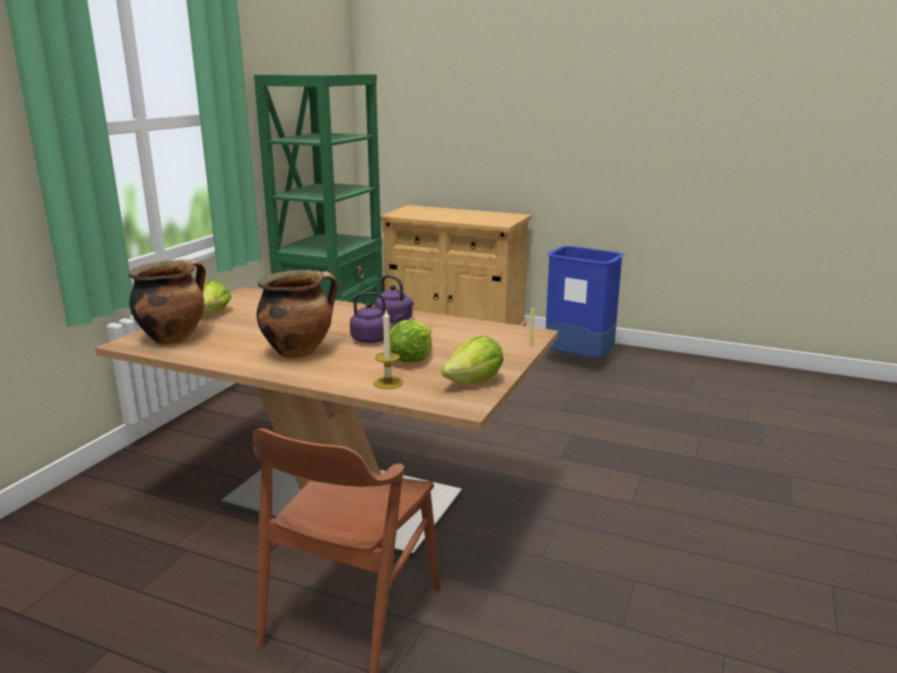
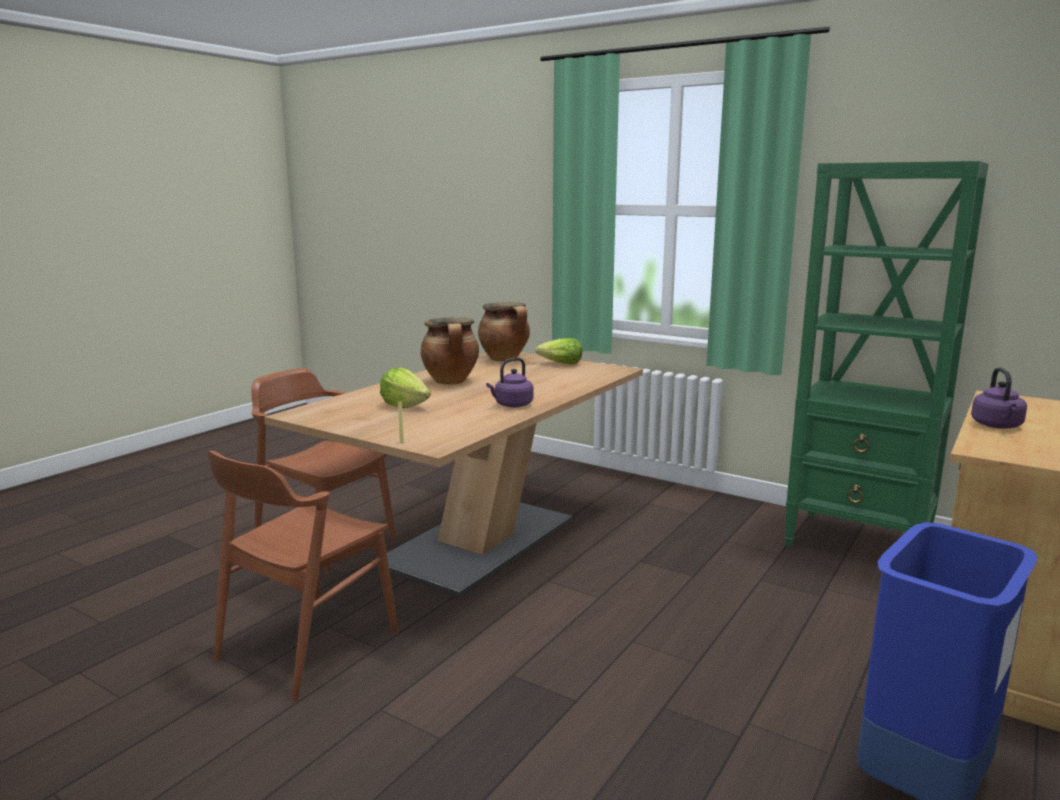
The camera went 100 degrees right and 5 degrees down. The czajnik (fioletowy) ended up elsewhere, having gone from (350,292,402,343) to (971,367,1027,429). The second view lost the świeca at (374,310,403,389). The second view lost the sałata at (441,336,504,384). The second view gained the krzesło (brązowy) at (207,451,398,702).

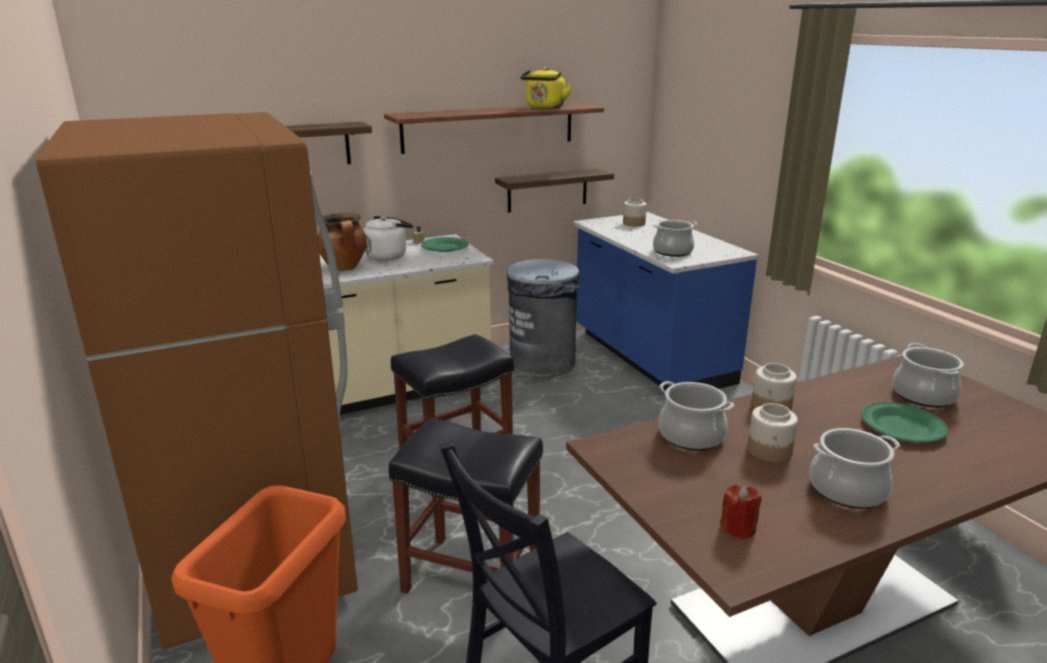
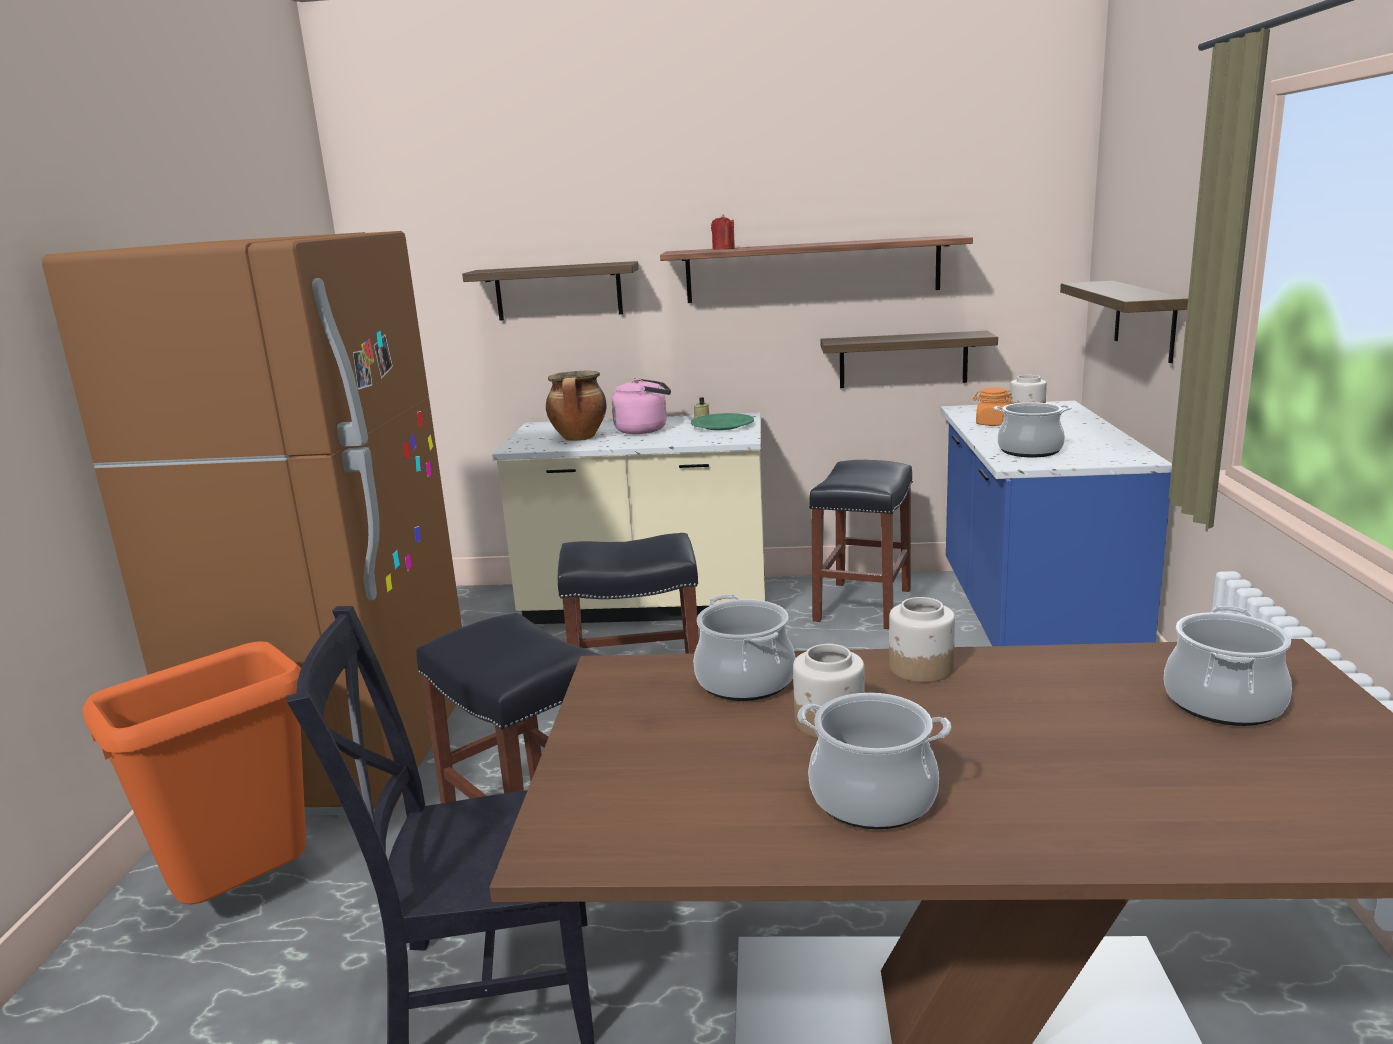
The camera went 30 degrees right and 5 degrees down. The second view lost the czajnik (żółty) at (520,67,572,109). What was the czajnik (biały) at (363,216,413,261) turned into the czajnik (różowy) at (612,378,671,434). Where the kosz na śmieci (szary) stood at (506,259,580,378), the stołek (czarny) came to stand at (809,460,913,629). The second view lost the talerz (zielony) at (862,402,948,443). The świeca (czerwony) ended up elsewhere, having gone from (720,485,762,539) to (711,214,735,250). The second view gained the półka at (1060,281,1188,363). The second view gained the słoik (pomarańczowy) at (973,387,1012,426).

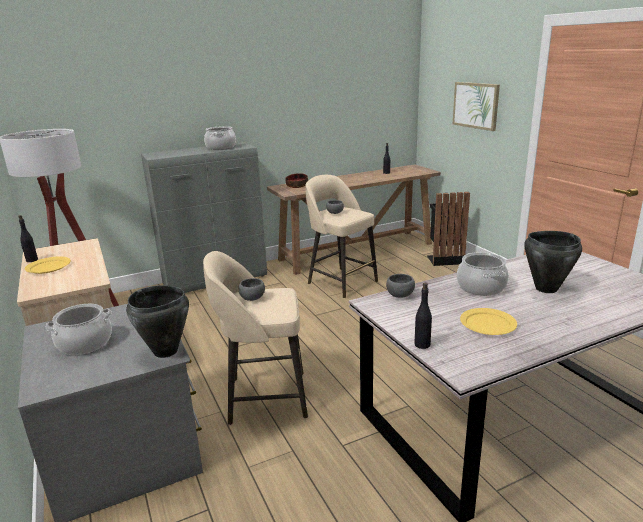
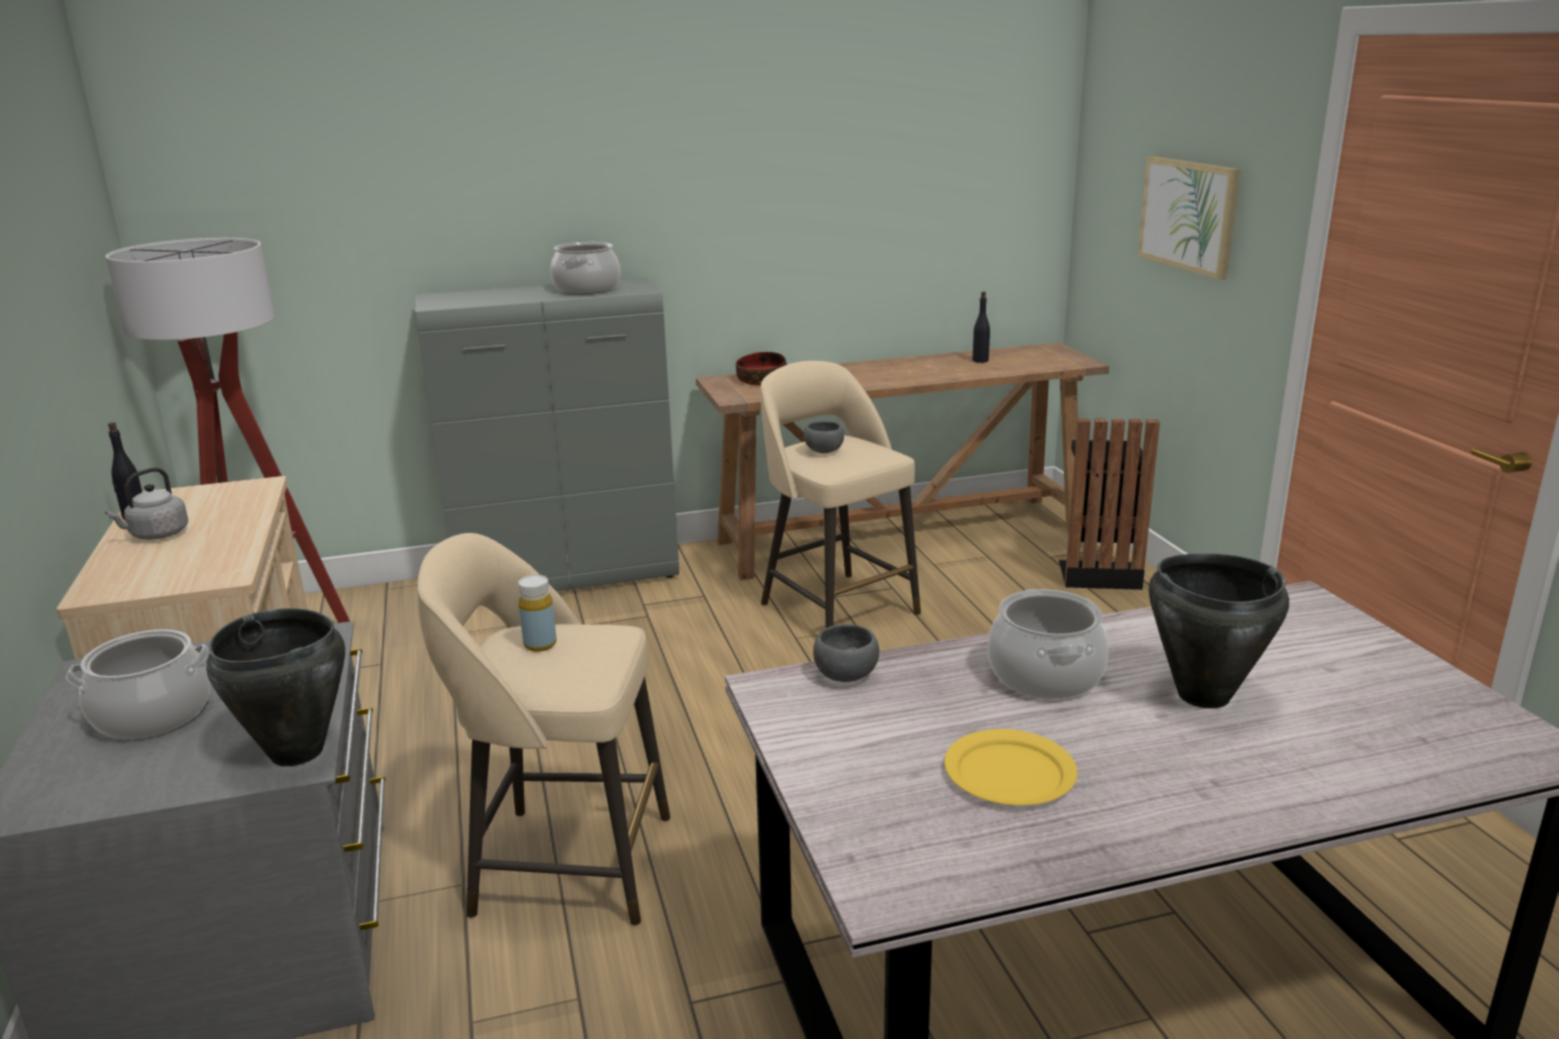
The camera went 10 degrees right and 0 degrees up. Where the talerz (żółty) stood at (25,257,71,274), the czajnik (szary) came to stand at (105,468,188,540). Where the miska (szary) stood at (239,278,265,301), the butelka (żółty) came to stand at (518,575,557,652). The second view lost the butelka (czarny) at (414,283,432,349).

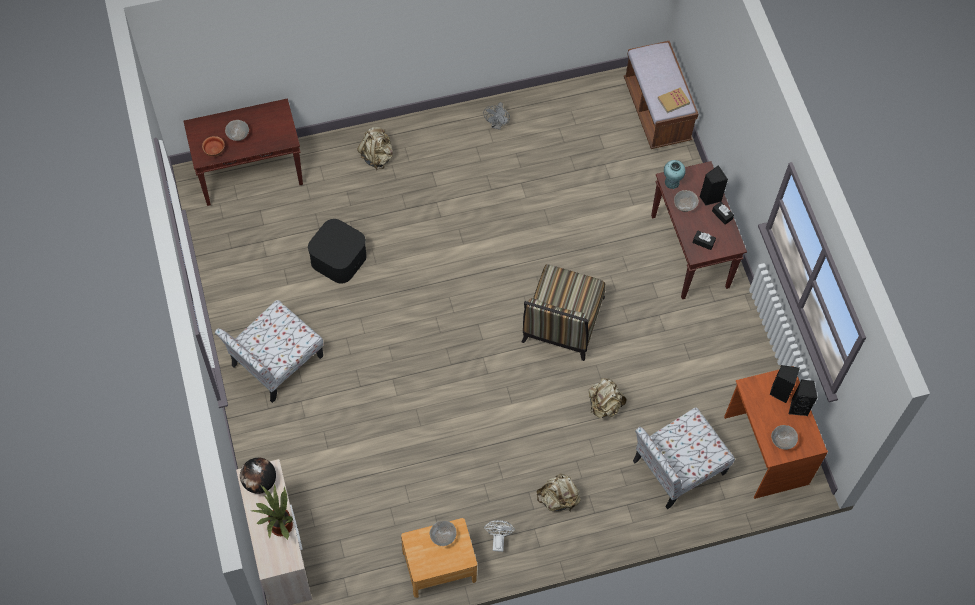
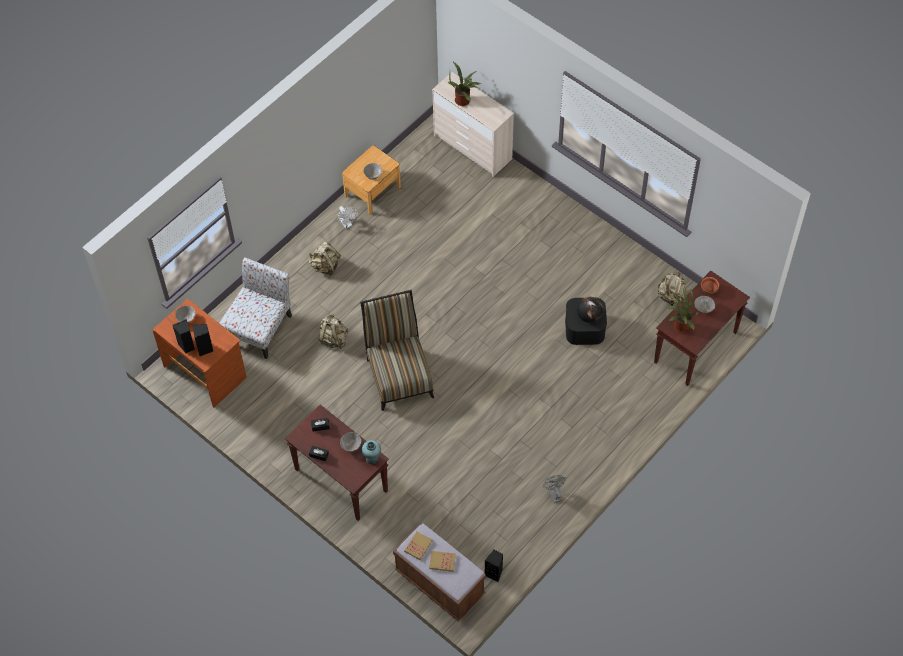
The camera went 150 degrees right and 5 degrees down. The plecak (beżowy) ended up elsewhere, having gone from (357,127,393,170) to (658,272,686,306). The głośnik (czarny) ended up elsewhere, having gone from (700,165,728,206) to (485,550,503,582). The second view lost the krzesło at (215,300,324,403). The globus ended up elsewhere, having gone from (240,458,276,494) to (577,297,603,323). The second view gained the roślina doniczkowa at (667,288,699,333). The second view gained the książka at (429,551,456,572).

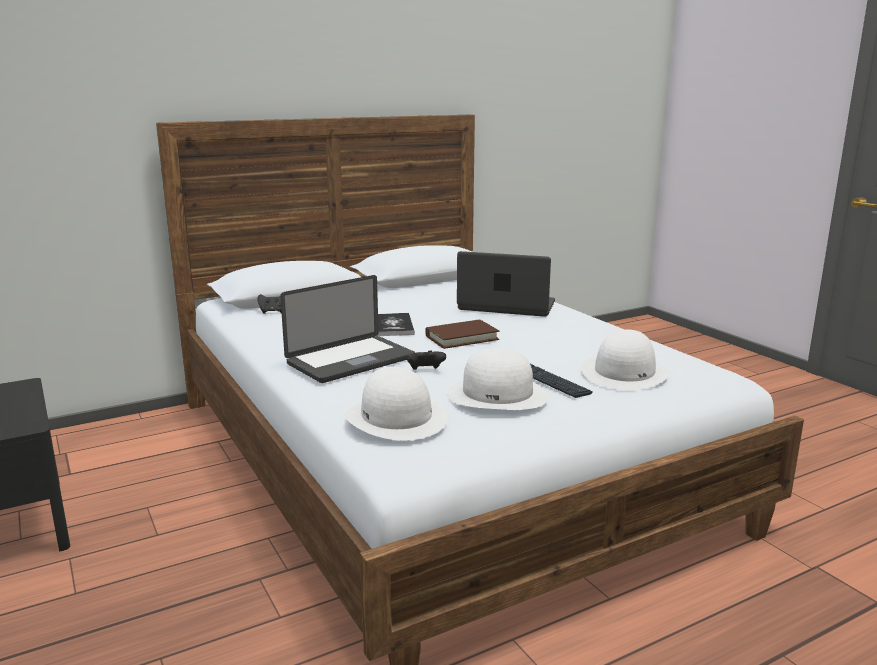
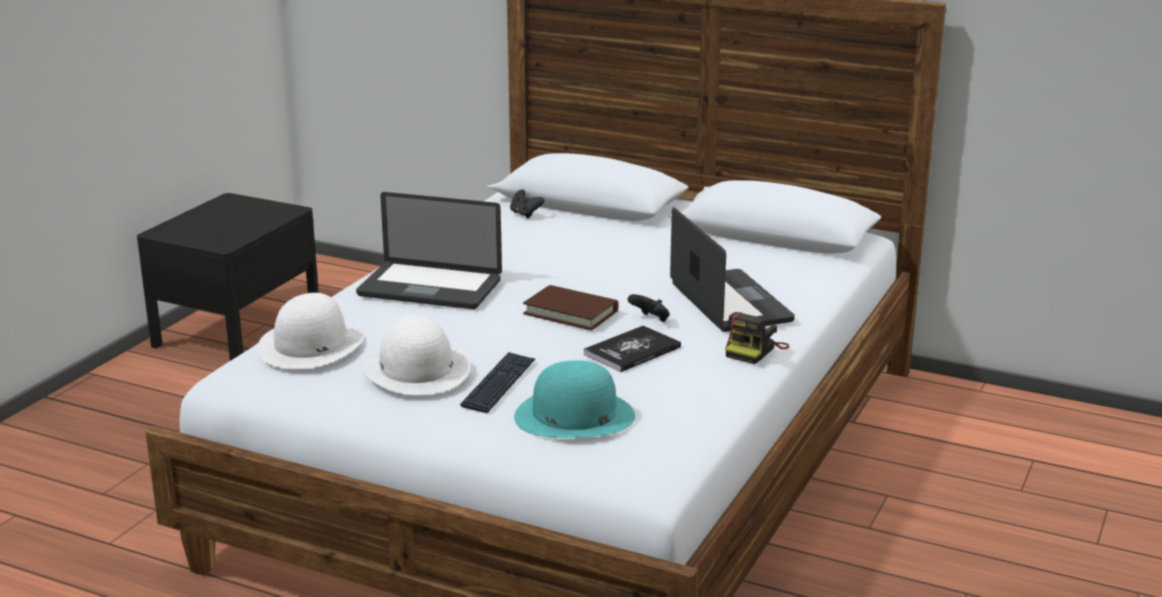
The camera went 55 degrees right and 5 degrees up. The książka ended up elsewhere, having gone from (377,313,415,336) to (583,325,681,372). What was the kapelusz (biały) at (581,330,670,390) turned into the kapelusz (turkusowy) at (514,360,635,438). The pad do gier (czarny) ended up elsewhere, having gone from (407,350,446,370) to (628,294,670,322). The second view gained the aparat fotograficzny at (725,312,789,364).

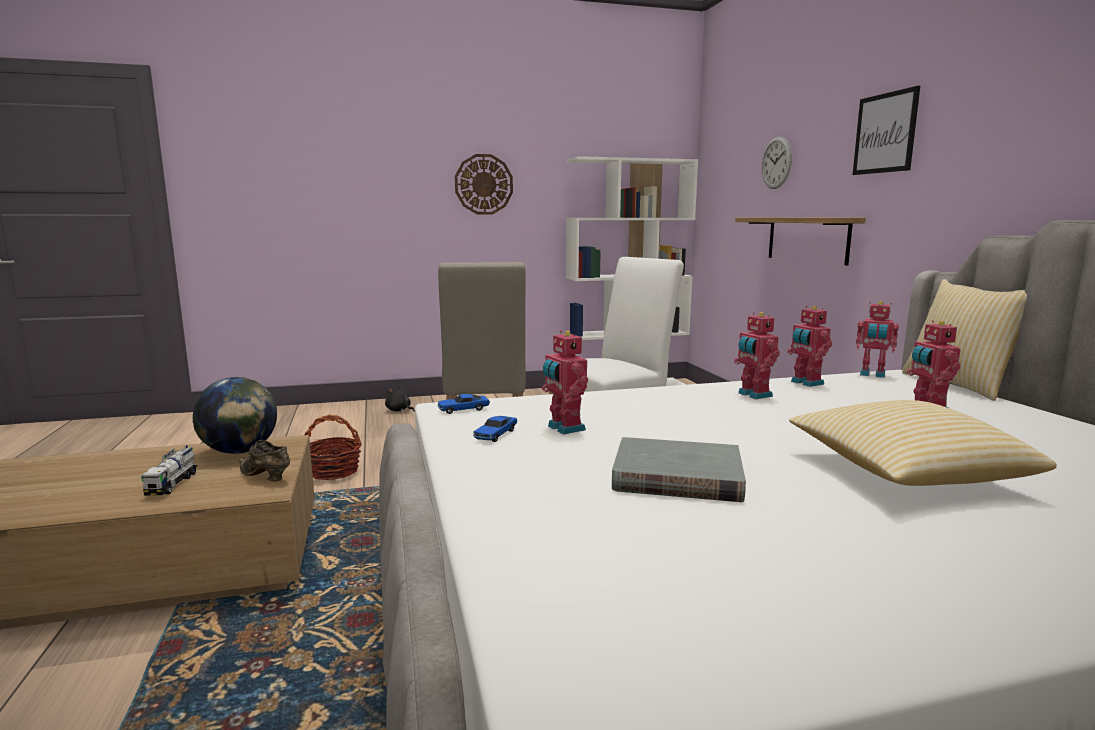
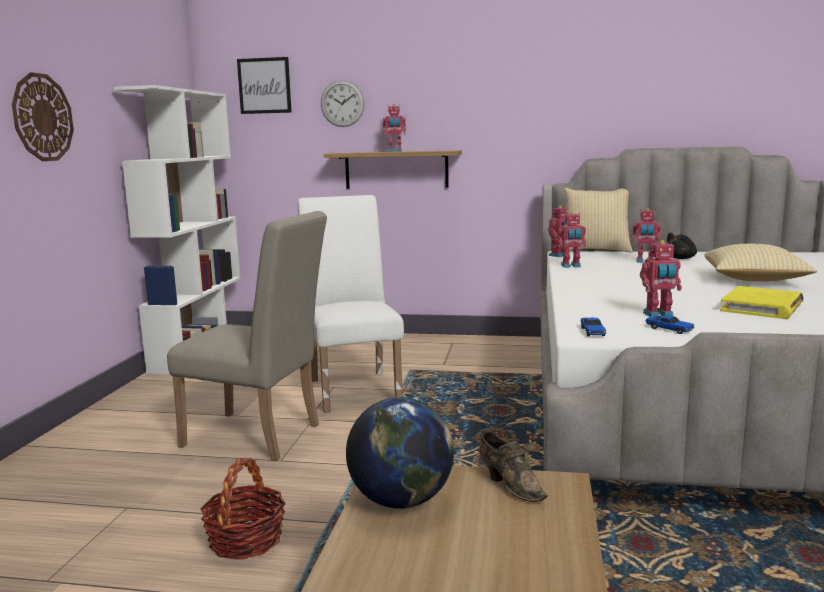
The camera went 65 degrees left and 0 degrees up. The obraz ended up elsewhere, having gone from (853,86,920,175) to (237,57,292,114). The robot zabawkowy ended up elsewhere, having gone from (734,312,780,399) to (383,104,406,152). The pluszak (czarny) ended up elsewhere, having gone from (385,386,415,412) to (667,233,697,259). What was the książka (szary) at (612,437,746,502) turned into the książka (żółty) at (720,286,804,319). The but (brązowy) at (238,440,290,481) ended up facing another way, 90 degrees counterclockwise from before. The second view lost the ciężarówka zabawkowa at (141,446,198,495).

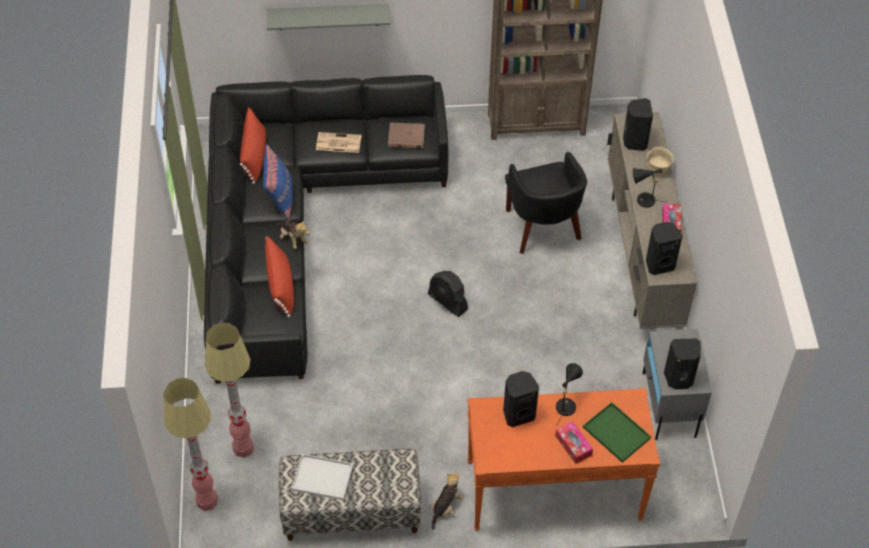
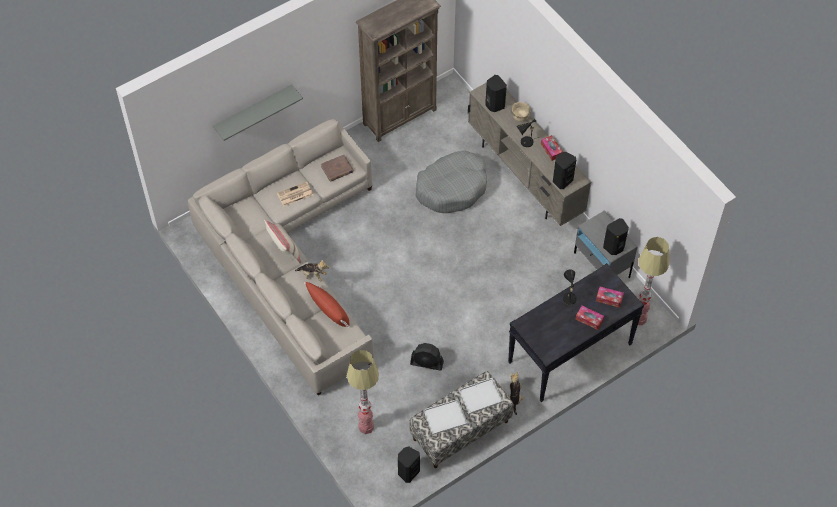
The camera went 30 degrees left and 5 degrees up. What was the kanapa (czarny) at (204,75,448,384) turned into the kanapa (beżowy) at (188,119,374,395). The second view lost the poduszka (czerwony) at (240,107,266,184). What was the poduszka (niebieski) at (263,144,292,220) turned into the poduszka (beżowy) at (264,220,301,264). Where the fotel (czarny) stood at (505,152,587,254), the legowisko (szary) came to stand at (415,150,487,213). The wentylator (czarny) ended up elsewhere, having gone from (428,271,468,317) to (410,343,444,371). The głośnik (czarny) ended up elsewhere, having gone from (503,371,539,427) to (398,446,420,483). The lampa stojąca ended up elsewhere, having gone from (164,378,218,511) to (638,237,669,325). What was the stolik konsolowy (pomarańczowy) at (468,388,660,531) turned into the stolik konsolowy (czarny) at (508,263,644,402). Where the taca (zielony) stood at (583,402,651,462), the pudełko chusteczek came to stand at (596,287,624,308). The second view gained the taca (biały) at (458,378,503,414).

